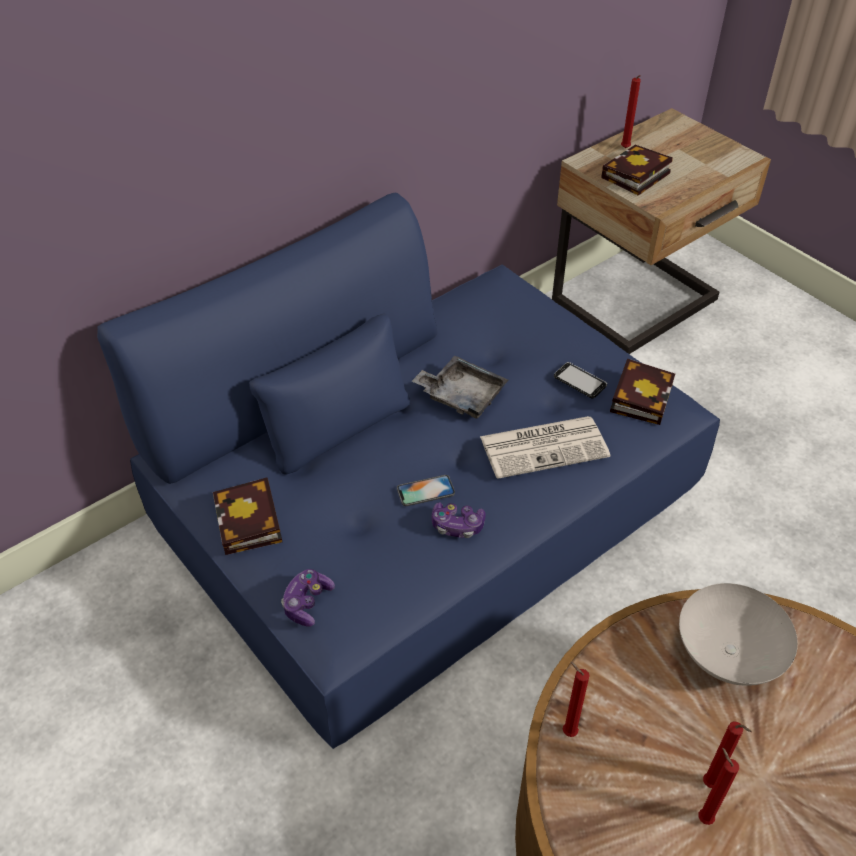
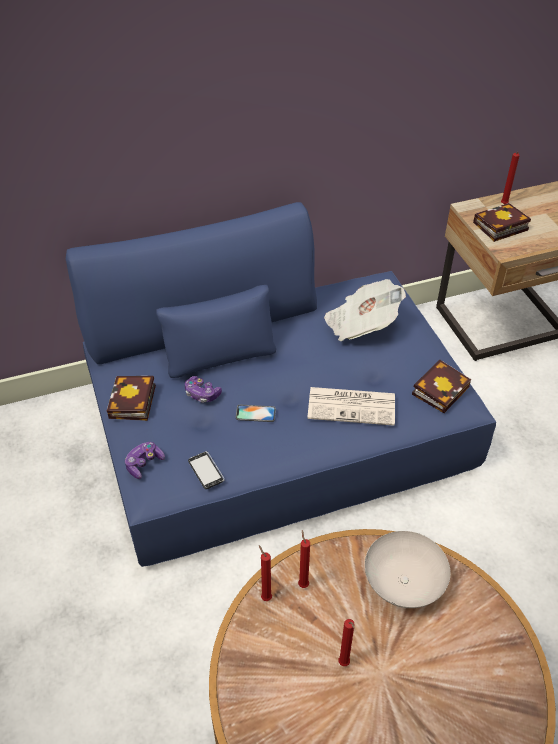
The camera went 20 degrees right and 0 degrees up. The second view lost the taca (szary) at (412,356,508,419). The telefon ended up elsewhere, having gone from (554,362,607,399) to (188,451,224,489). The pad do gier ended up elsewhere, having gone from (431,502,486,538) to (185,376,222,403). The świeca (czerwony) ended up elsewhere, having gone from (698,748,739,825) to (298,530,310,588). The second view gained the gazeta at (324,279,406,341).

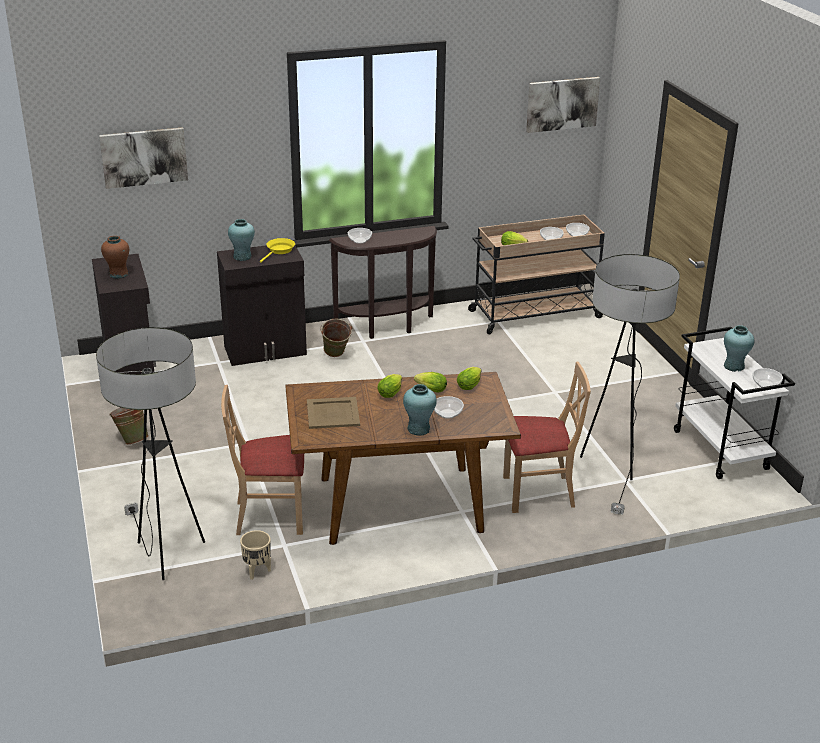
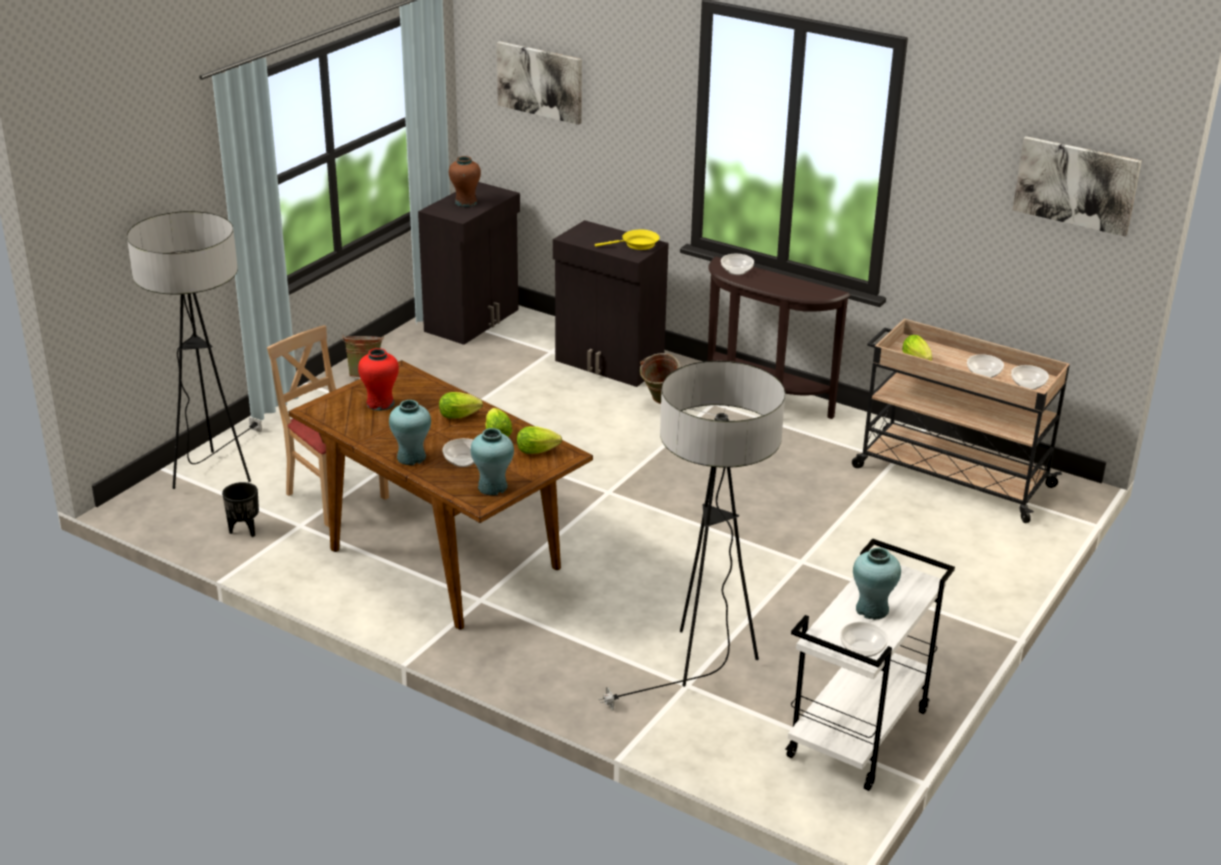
The camera went 50 degrees right and 0 degrees up. The wazon (turkusowy) ended up elsewhere, having gone from (228,219,255,261) to (471,428,514,495). The second view lost the krzesło (beżowy) at (503,362,591,513). Where the taca (beżowy) stood at (307,397,360,429), the wazon (czerwony) came to stand at (358,348,399,411). What was the donica (beżowy) at (240,530,271,580) turned into the donica (czarny) at (222,482,259,537).

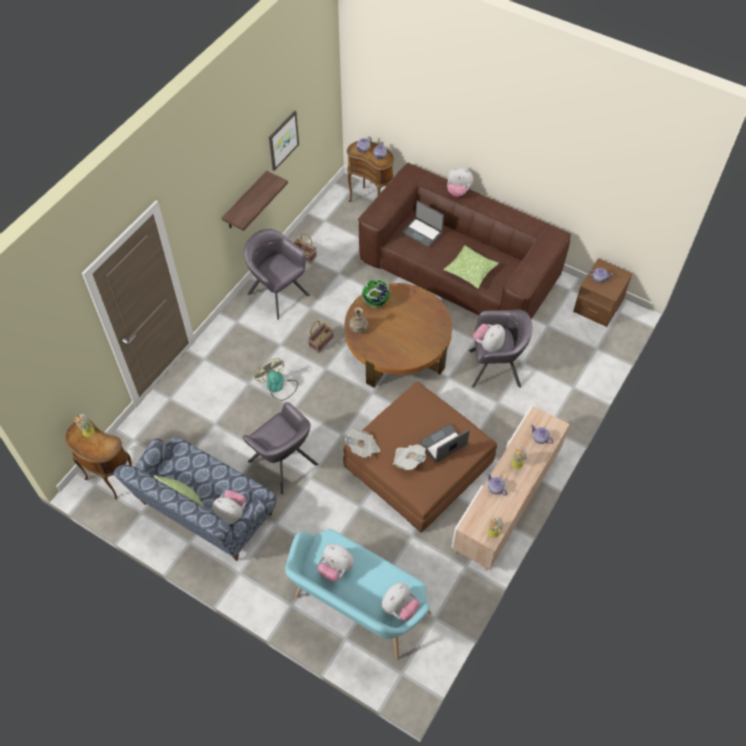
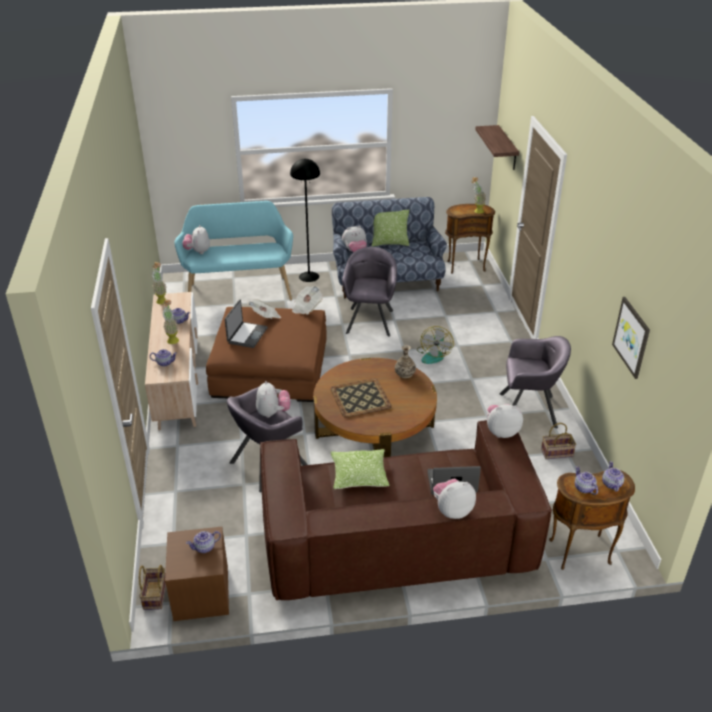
The camera went 140 degrees right and 20 degrees down. The półka ended up elsewhere, having gone from (222,171,288,231) to (475,125,519,170). The second view lost the globus at (362,279,391,308). The koszyk ended up elsewhere, having gone from (308,321,334,353) to (139,565,166,610). The wentylator at (255,358,298,401) ended up facing another way, 90 degrees clockwise from before. The fotel (szary) at (243,402,319,495) ended up facing another way, 90 degrees clockwise from before. The pluszak ended up elsewhere, having gone from (318,544,354,582) to (487,404,523,438). The second view gained the lampa stojąca (czarny) at (290,159,320,282). The second view gained the taca at (330,378,392,418).

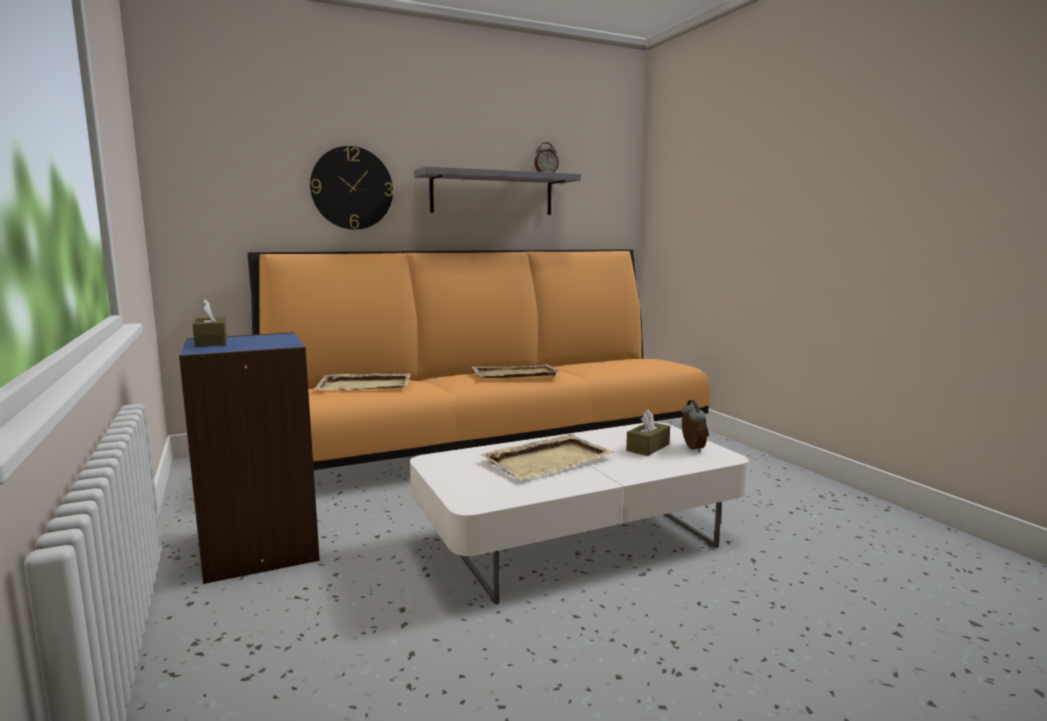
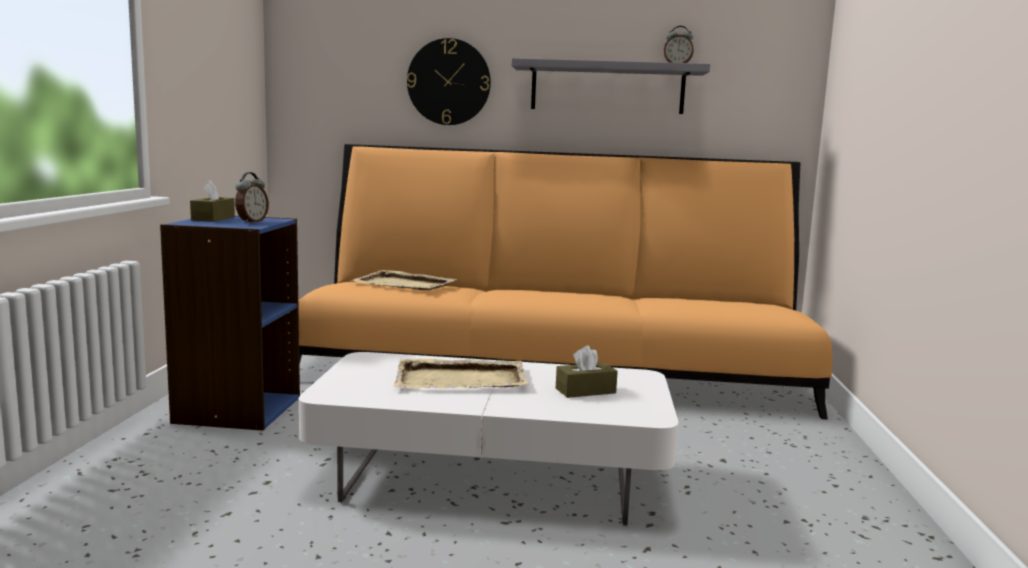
The camera went 30 degrees right and 0 degrees up. The second view lost the taca (beżowy) at (472,364,561,378). The budzik ended up elsewhere, having gone from (681,400,707,452) to (235,172,269,224).

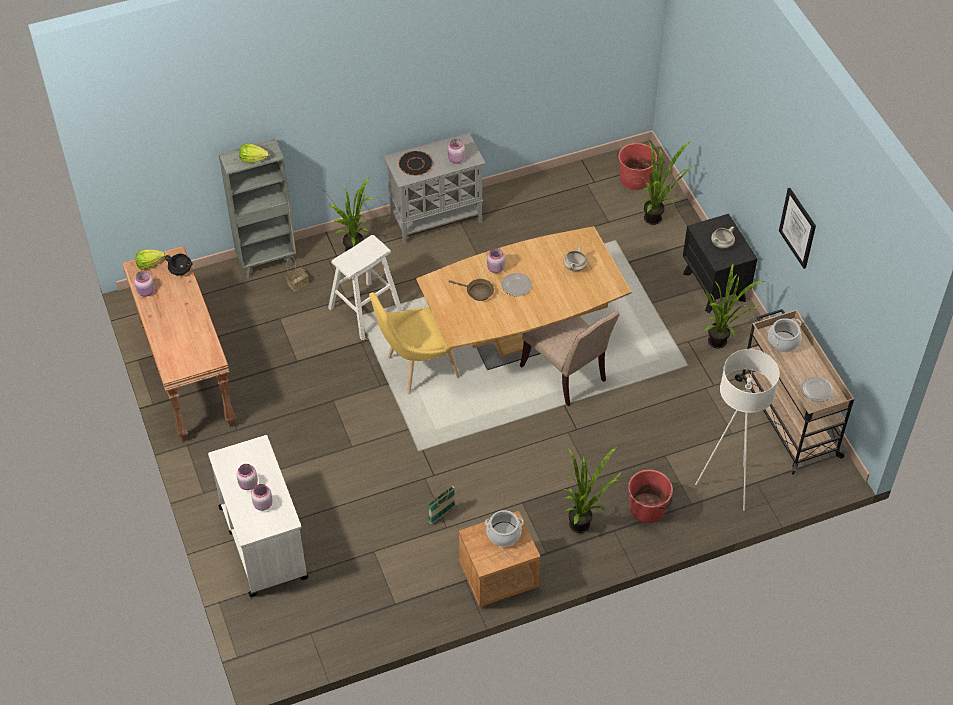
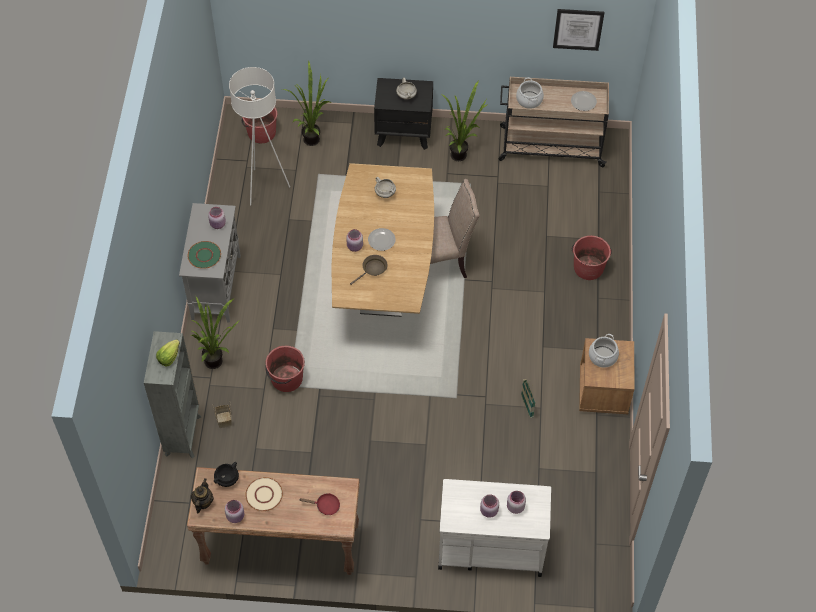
The camera went 65 degrees left and 5 degrees up. What was the talerz (czarny) at (398,151,433,176) turned into the talerz (zielony) at (188,241,221,269). The obraz ended up elsewhere, having gone from (779,188,816,269) to (553,9,604,51). Where the stołek (biały) stood at (328,235,403,341), the wiadro (czerwony) came to stand at (265,346,305,392). Where the sałata stood at (135,250,165,270), the imbryk came to stand at (191,478,214,513). The second view lost the krzesło (żółty) at (369,292,460,394). The lampa stojąca (biały) ended up elsewhere, having gone from (695,349,780,511) to (229,67,290,206). The second view lost the roślina doniczkowa at (564,446,622,533). The second view gained the talerz (beżowy) at (245,477,283,511). The second view gained the patelnia (czerwony) at (300,493,340,515).

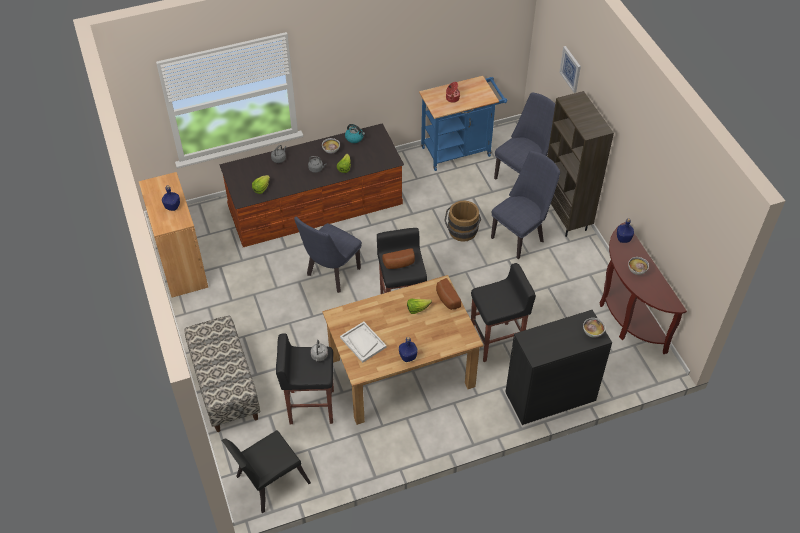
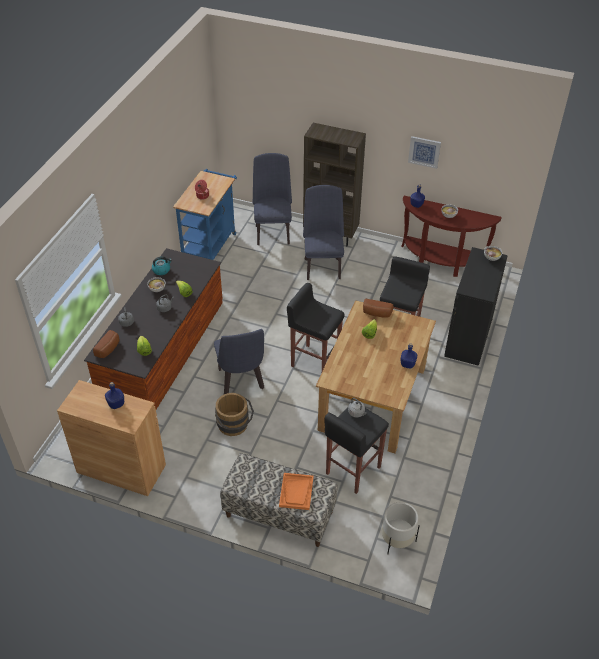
The camera went 50 degrees left and 5 degrees down. The obraz ended up elsewhere, having gone from (559,46,581,93) to (408,136,441,169). The wiadro (brązowy) ended up elsewhere, having gone from (444,201,481,242) to (215,393,254,436). The chleb ended up elsewhere, having gone from (382,248,415,269) to (93,330,119,358). The second view lost the taca (biały) at (340,321,387,363). Where the krzesło (czarny) stood at (222,430,311,513), the donica (biały) came to stand at (382,502,420,554). The second view gained the taca (pomarańczowy) at (279,473,313,510).

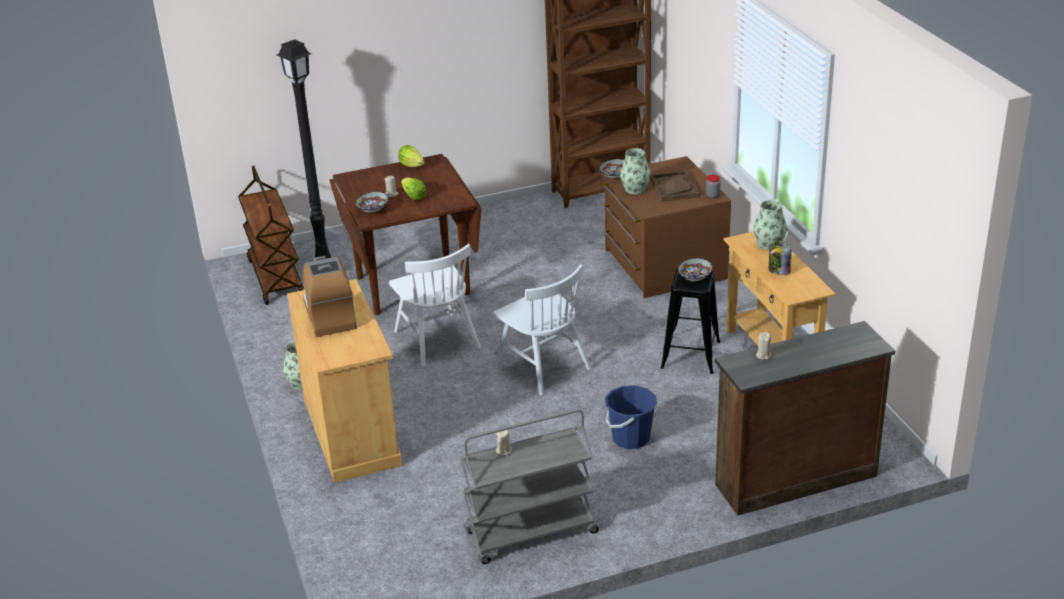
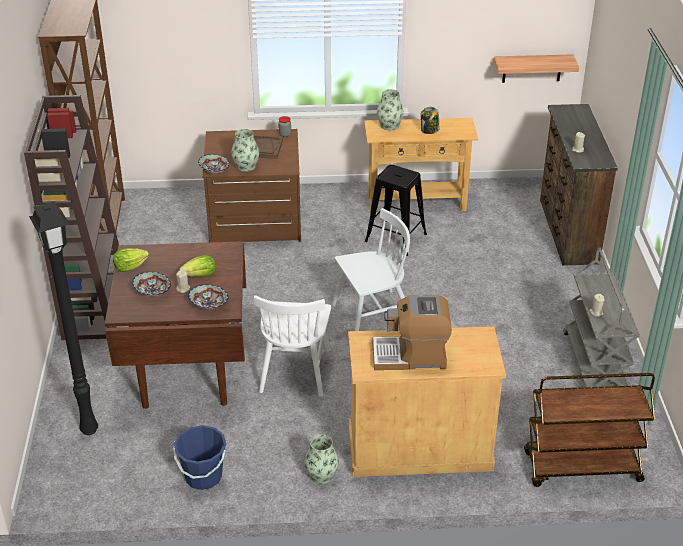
The camera went 75 degrees left and 5 degrees up. The wózek (brązowy) ended up elsewhere, having gone from (238,166,304,305) to (524,373,655,487). The krzesło (biały) at (389,244,481,366) ended up facing another way, 105 degrees clockwise from before. The miska ended up elsewhere, having gone from (678,258,713,281) to (132,272,171,296). The wiadro (niebieski) ended up elsewhere, having gone from (605,385,657,449) to (173,425,226,490). The second view gained the półka at (494,54,579,83). The second view gained the regał (brązowy) at (24,95,119,340).

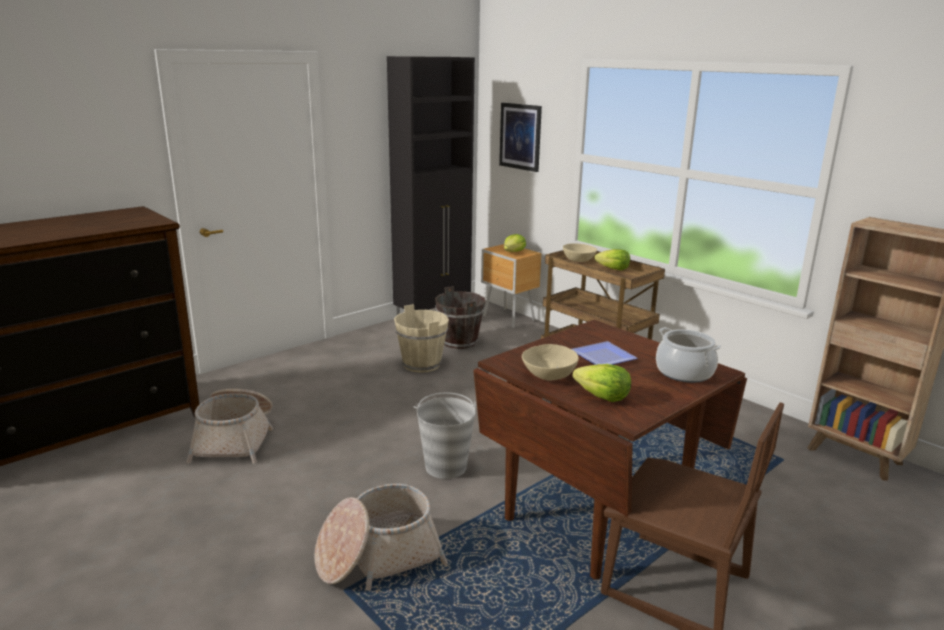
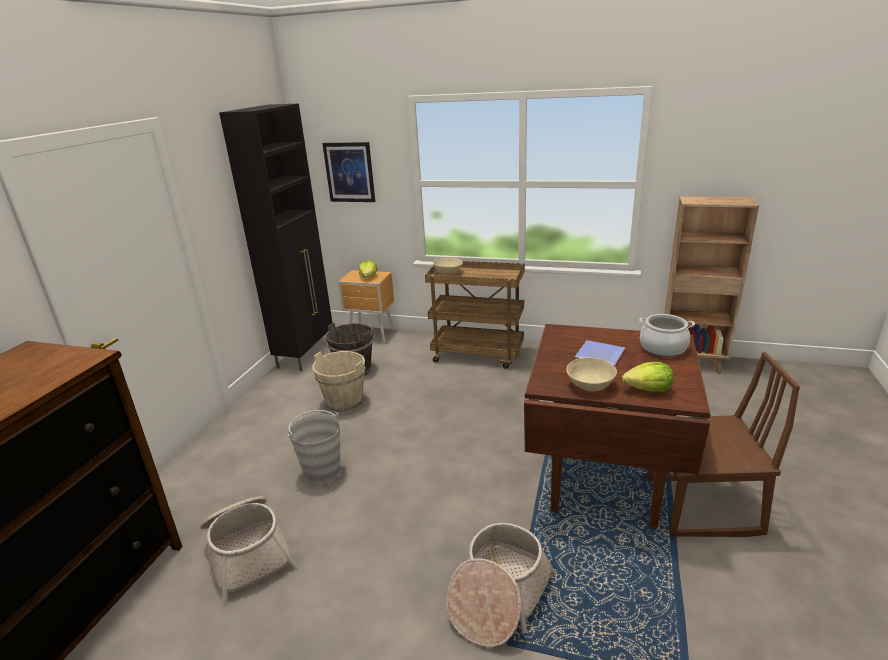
The camera went 30 degrees left and 5 degrees up. The second view lost the sałata at (594,249,630,270). The wiadro (szary) ended up elsewhere, having gone from (414,392,477,479) to (287,410,340,485).

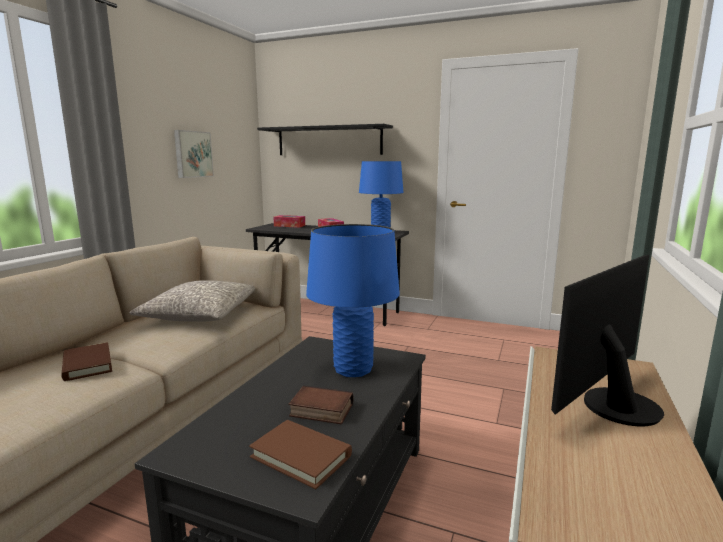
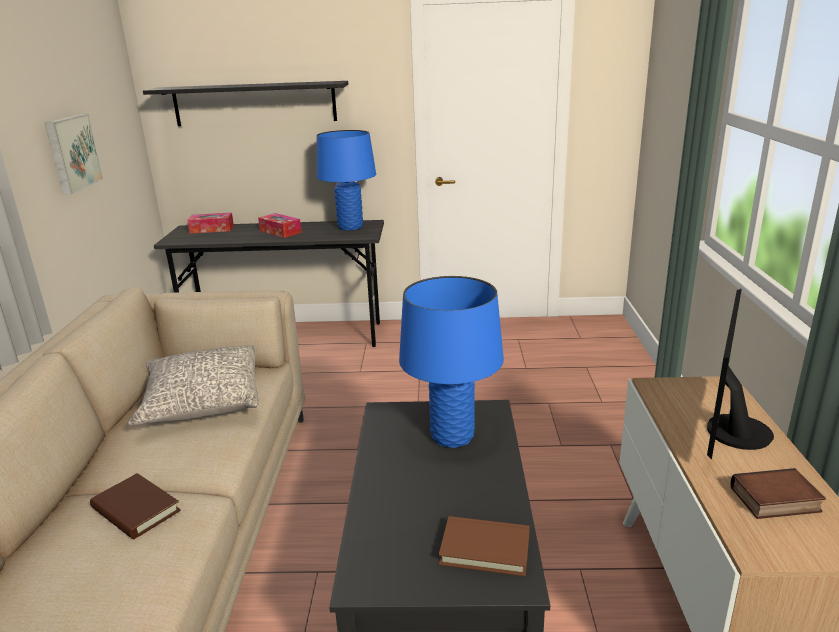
The camera went 20 degrees left and 10 degrees up. The książka ended up elsewhere, having gone from (288,385,353,424) to (731,468,826,519).

